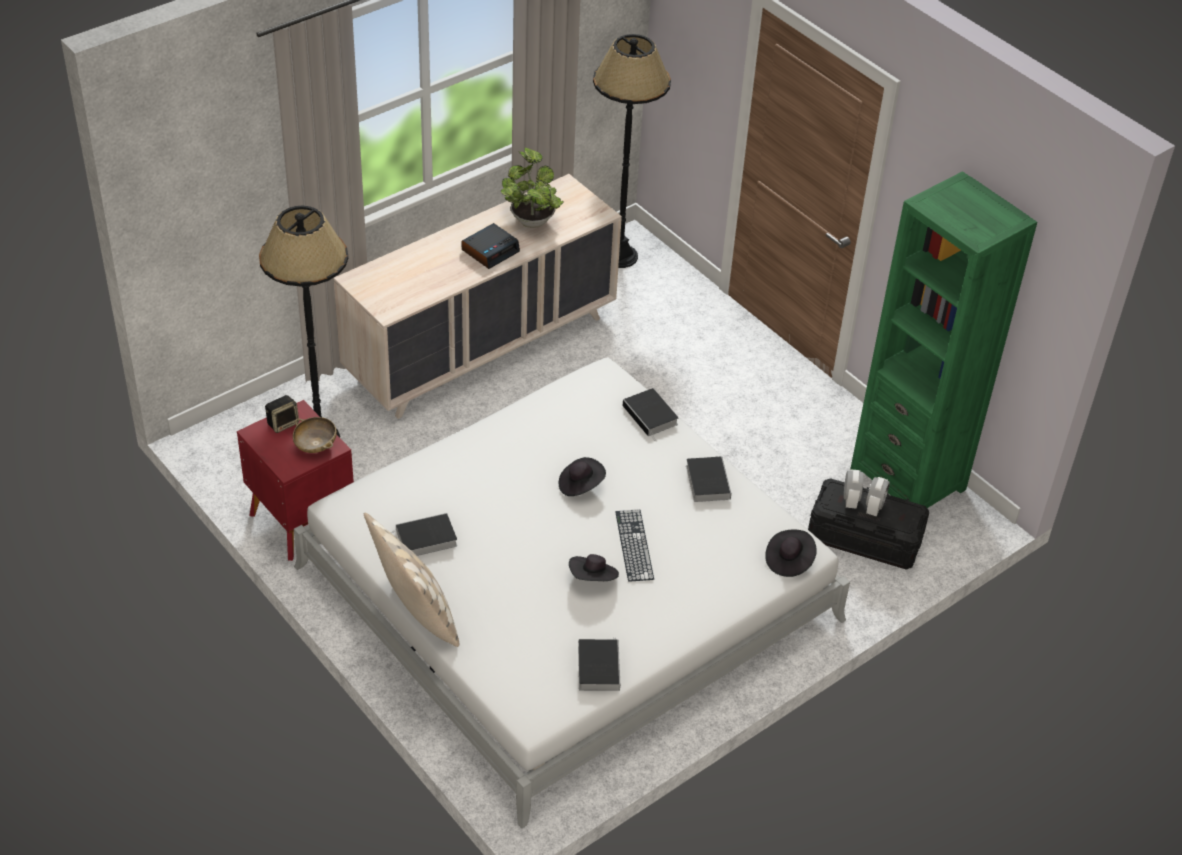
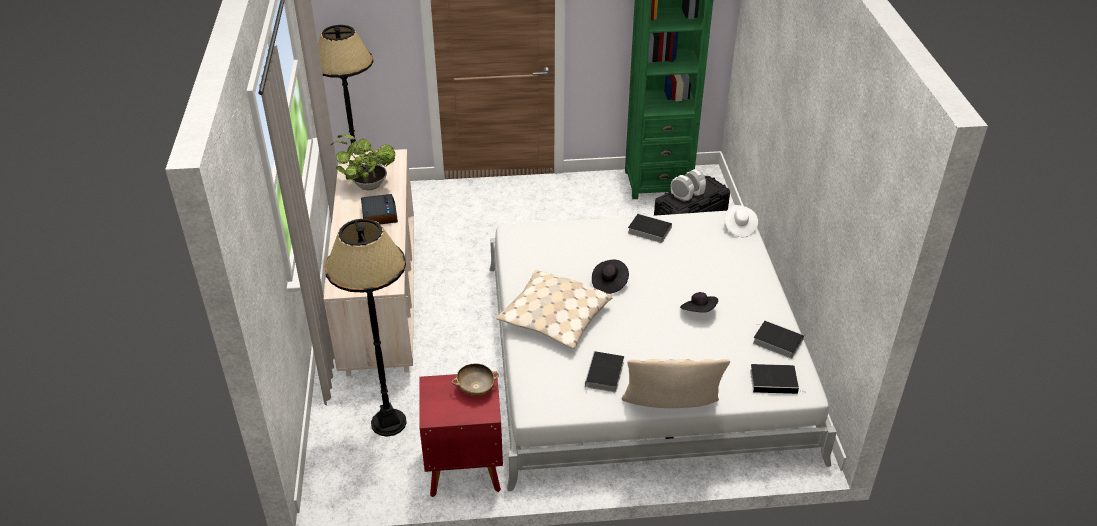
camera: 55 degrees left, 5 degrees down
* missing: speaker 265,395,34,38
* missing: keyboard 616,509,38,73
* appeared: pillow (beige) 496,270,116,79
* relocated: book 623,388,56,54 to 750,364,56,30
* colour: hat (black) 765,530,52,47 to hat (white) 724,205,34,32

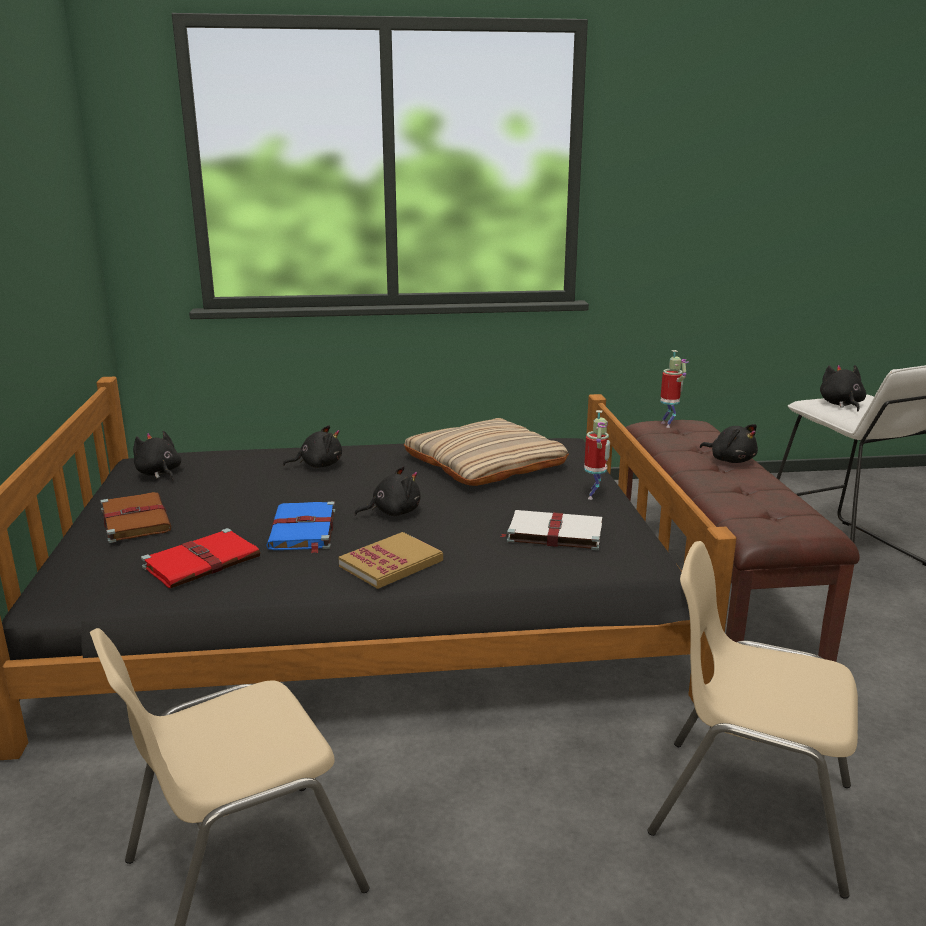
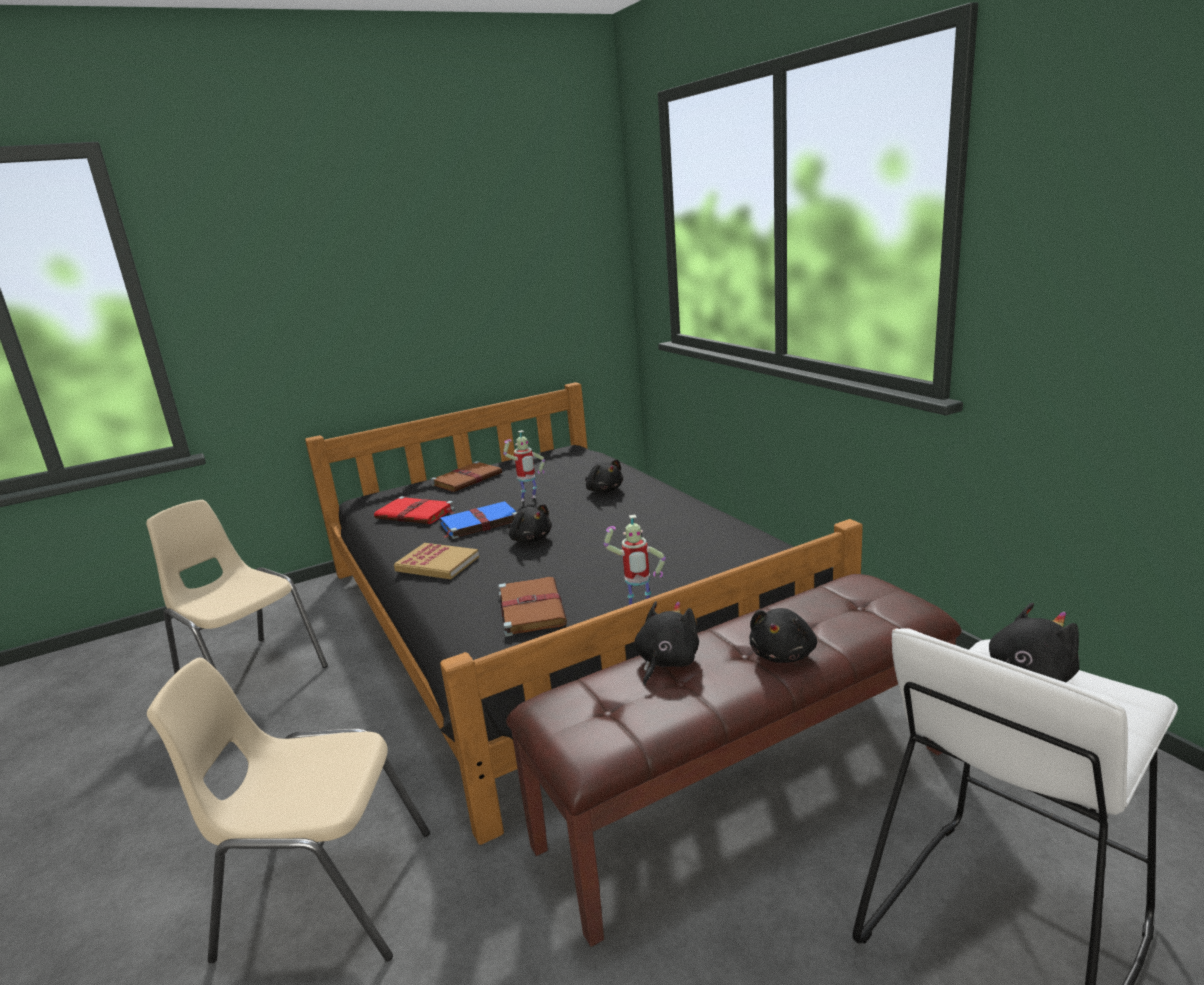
camera: 70 degrees right, 0 degrees up
* missing: pillow (beige) 404,418,165,68
* relocated: plush toy (black) 133,431,48,49 to 634,601,65,85
* relocated: toy robot 660,350,29,78 to 503,430,42,71
* colour: book (white) 500,510,102,40 to book (brown) 499,577,68,60
* spun: chair (beige) 648,541,210,358 = 147,658,283,305 90 degrees counterclockwise

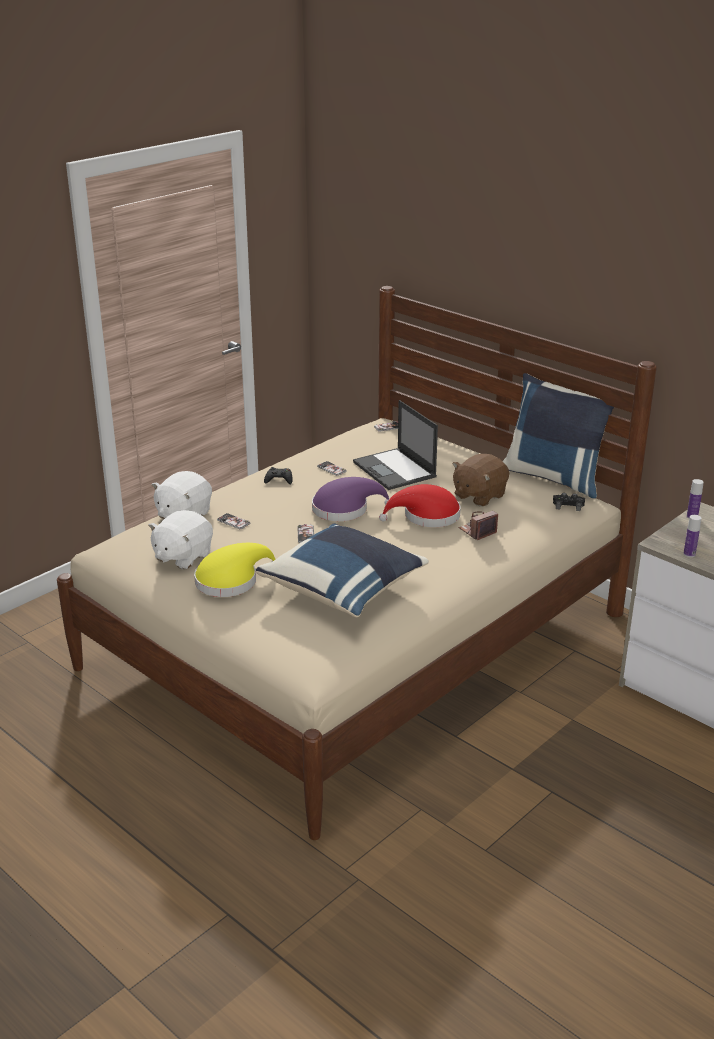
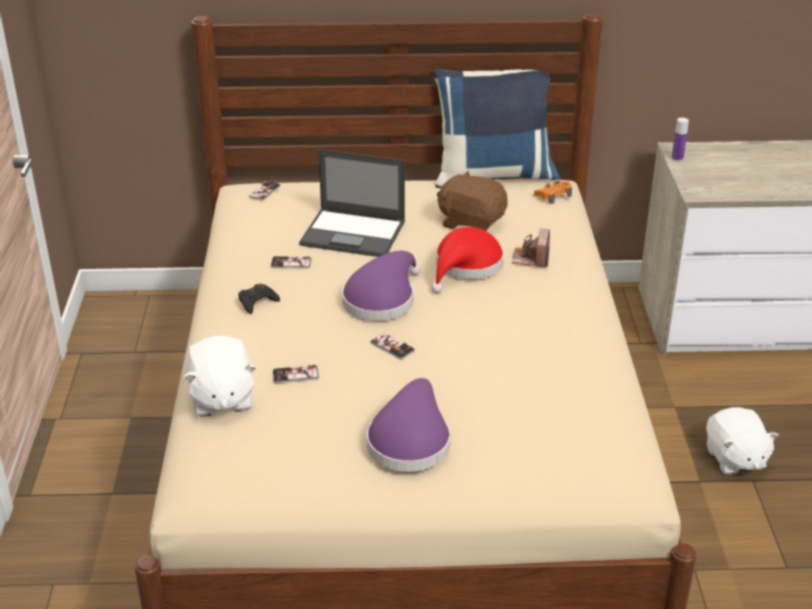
camera: 45 degrees left, 5 degrees up
* missing: pillow (blue) 256,523,173,94
* missing: bottle 683,515,18,42
* relocated: plush toy (white) 148,510,65,60 to 706,407,73,68
* colour: hat (yellow) 194,543,82,54 to hat (purple) 367,378,84,94
* colour: game controller (black) 553,493,32,18 to game controller (orange) 534,180,38,24
* spun: plush toy (brown) 452,454,57,53 = 437,171,71,60 120 degrees clockwise

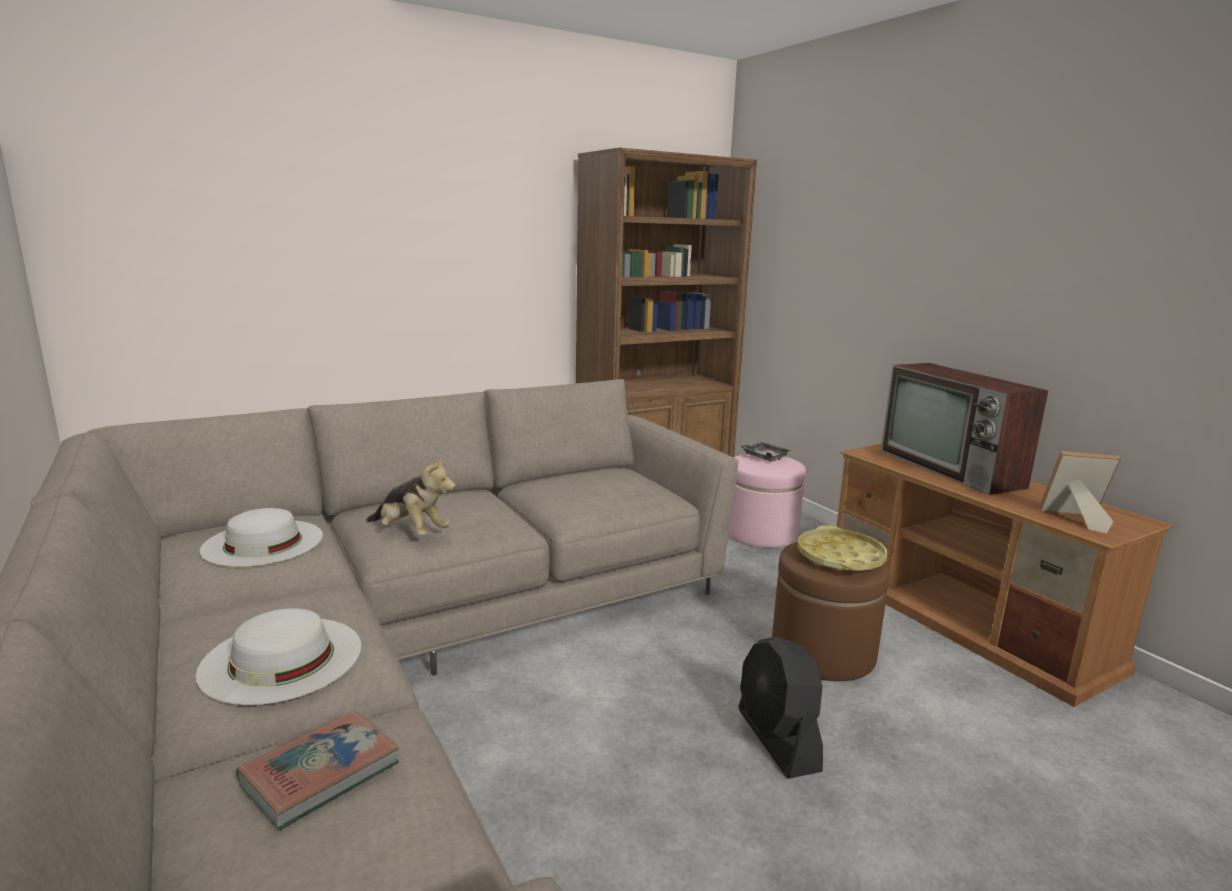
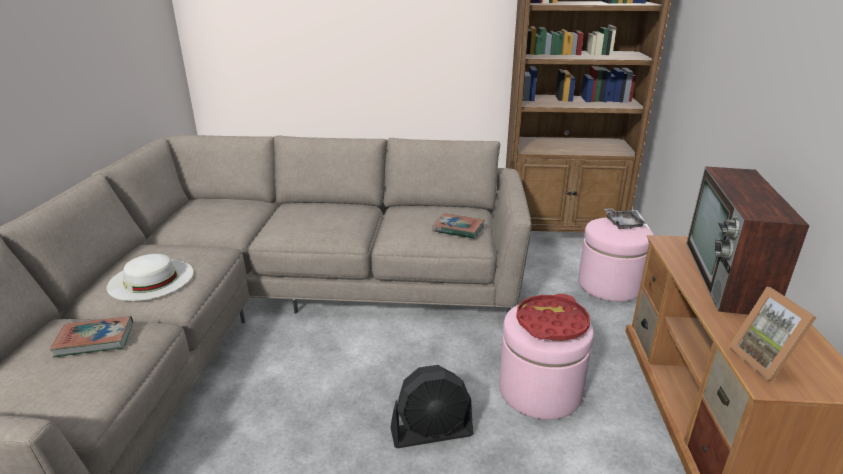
camera: 35 degrees right, 10 degrees up
* missing: hat (white) 200,508,123,59
* missing: plush toy 366,455,90,81
* appeared: book 432,213,52,26
* colour: ottoman (brown) 772,542,118,139 to ottoman (pink) 499,305,95,115
* colour: tray (yellow) 797,526,90,45 to tray (red) 516,294,74,47
* spun: fan (black) 738,637,85,142 = 390,365,84,83 120 degrees counterclockwise
* spun: picture frame 1039,451,82,82 = 728,287,89,94 150 degrees counterclockwise

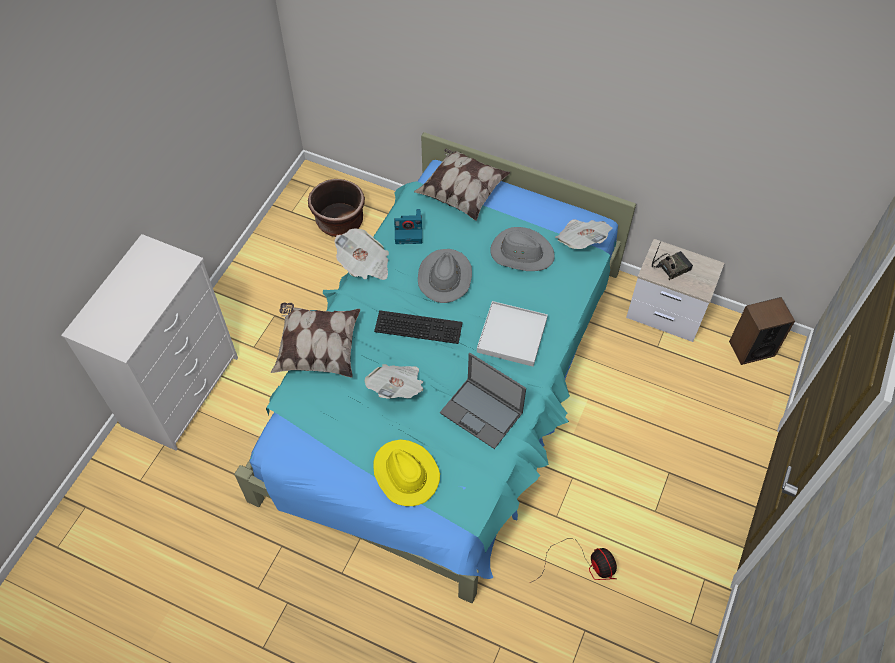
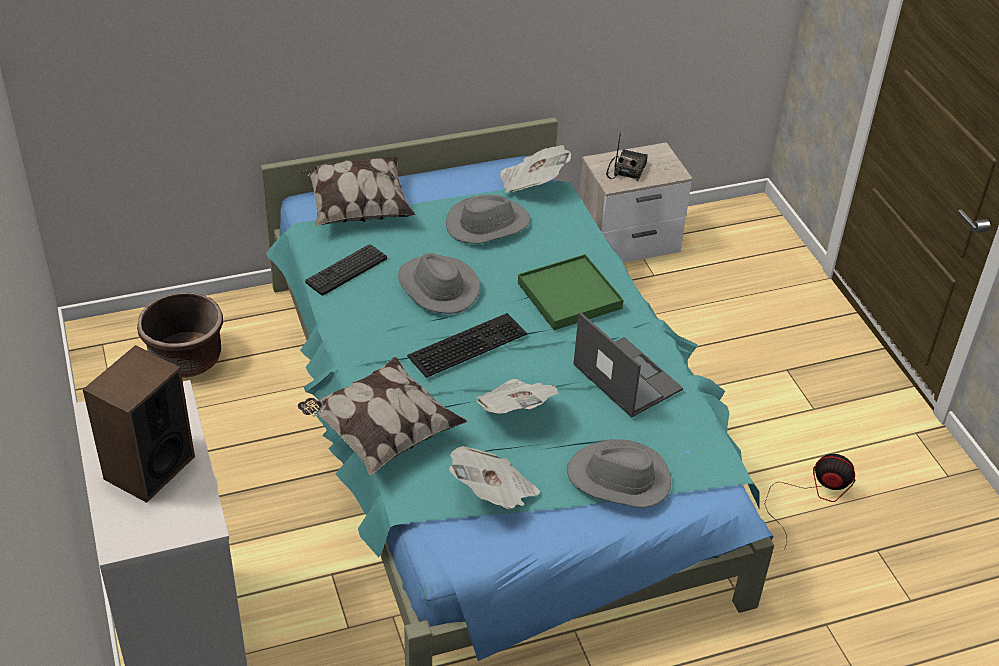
camera: 45 degrees left, 15 degrees down
* relocated: newspaper 334,229,55,51 to 448,446,92,63
* relocated: speaker 729,297,66,68 to 83,345,112,158
* exchanged: photo camera 394,209,28,35 to keyboard 305,244,82,52
* colour: hat (yellow) 373,440,67,66 to hat (grey) 567,439,104,69
* colour: tray (white) 477,301,71,66 to tray (green) 518,254,106,76
* spun: laptop 440,353,86,96 = 573,312,110,106 120 degrees counterclockwise

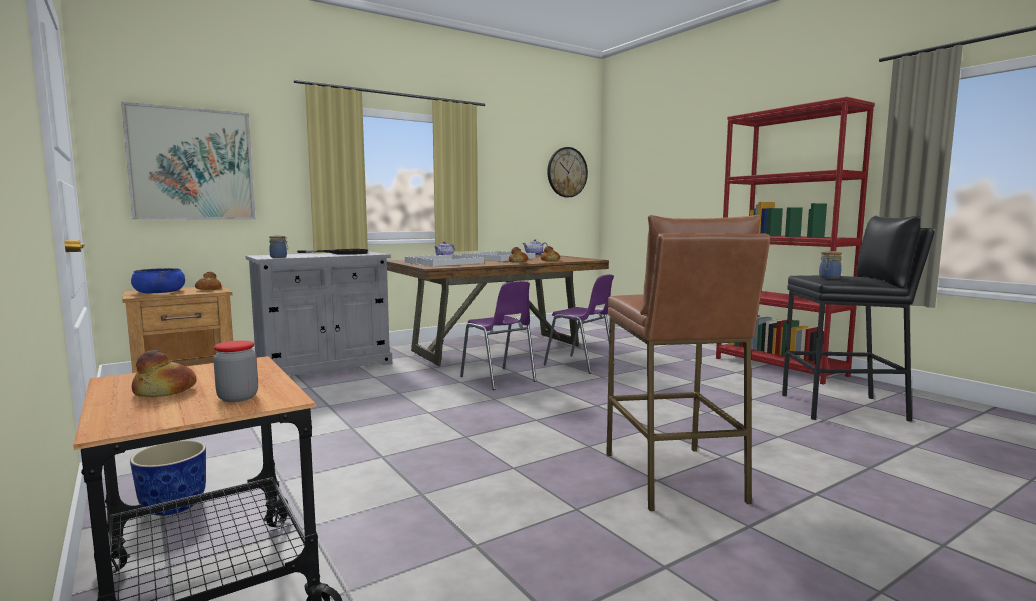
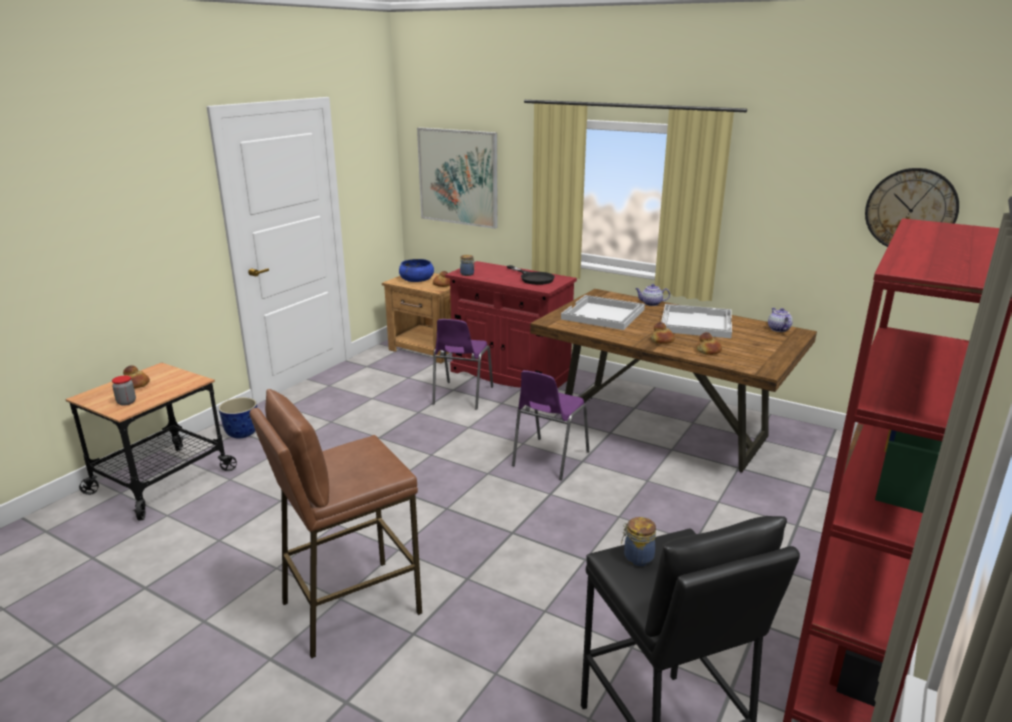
camera: 65 degrees right, 15 degrees up
* relocated: chair (purple) 544,274,71,100 to 432,319,61,91
* colour: cabinet (grey) 246,251,146,124 to cabinet (red) 445,261,132,127

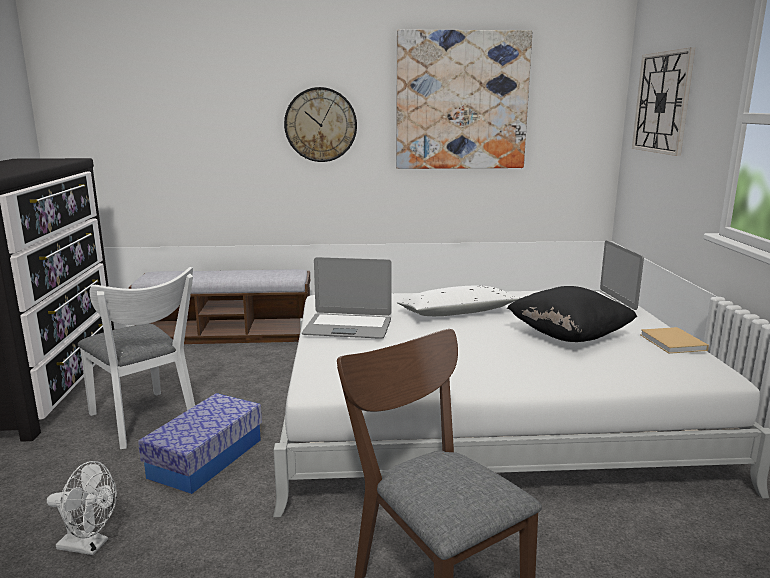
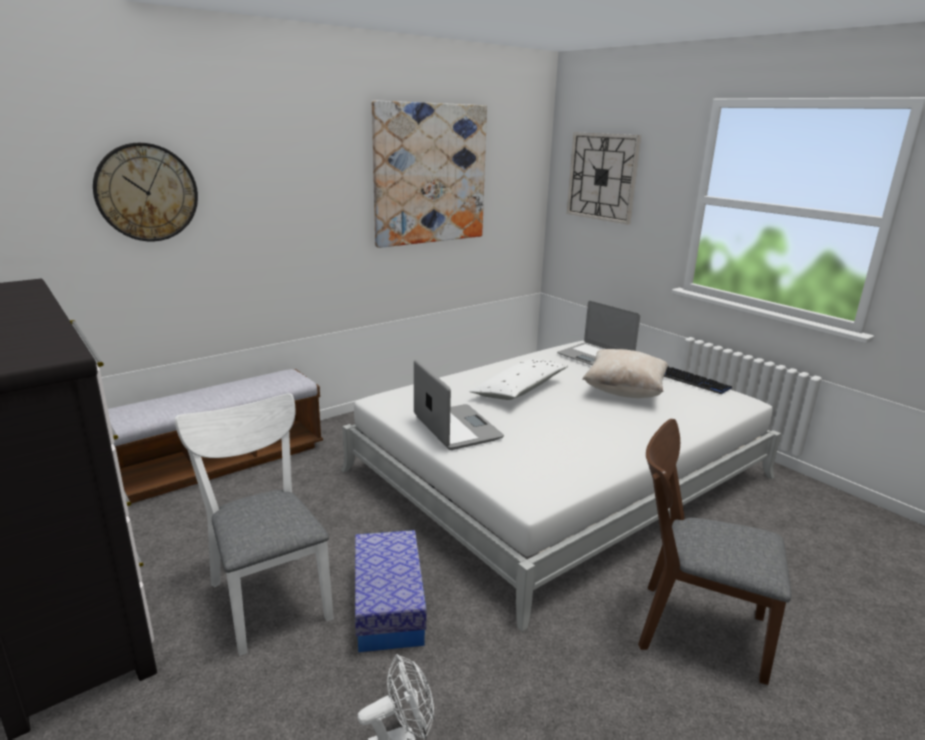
camera: 35 degrees left, 5 degrees up
* relocated: wall clock 284,87,73,75 to 93,143,105,99
* exchanged: book (beige) 640,327,69,27 to keyboard 664,366,68,28
* colour: pillow (black) 507,286,130,56 to pillow (beige) 582,349,86,49
* spun: chair (white) 78,267,117,182 = 175,393,159,263 135 degrees counterclockwise
* spun: laptop 302,257,90,82 = 414,360,90,90 90 degrees counterclockwise

